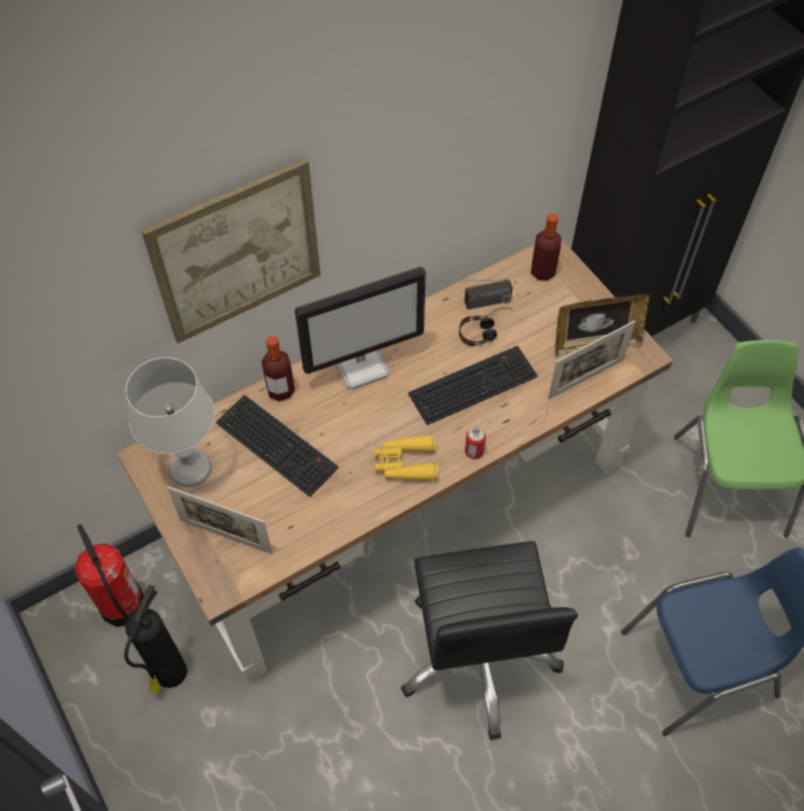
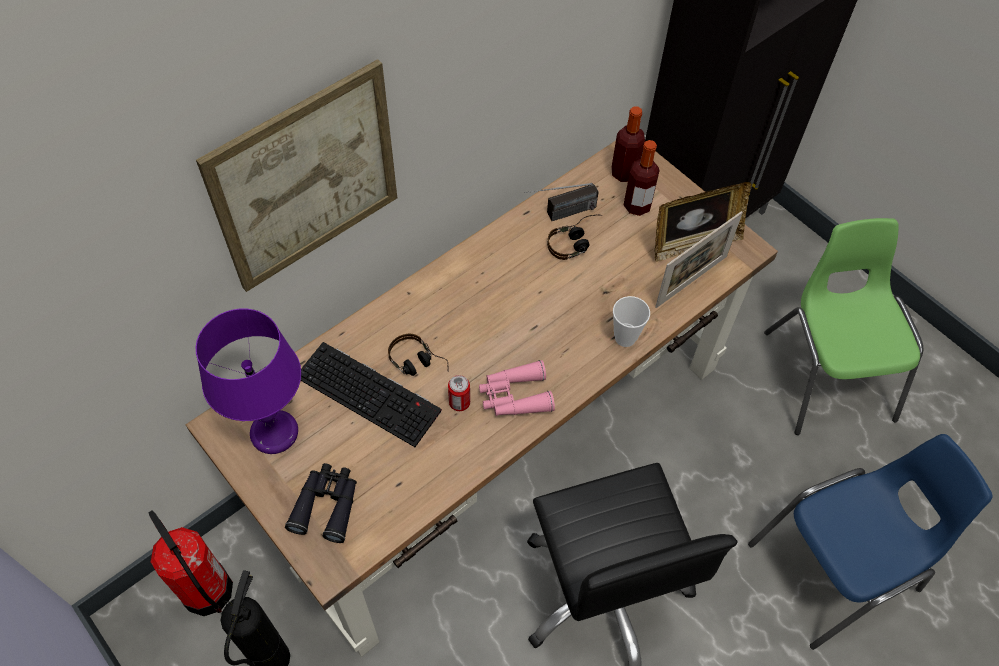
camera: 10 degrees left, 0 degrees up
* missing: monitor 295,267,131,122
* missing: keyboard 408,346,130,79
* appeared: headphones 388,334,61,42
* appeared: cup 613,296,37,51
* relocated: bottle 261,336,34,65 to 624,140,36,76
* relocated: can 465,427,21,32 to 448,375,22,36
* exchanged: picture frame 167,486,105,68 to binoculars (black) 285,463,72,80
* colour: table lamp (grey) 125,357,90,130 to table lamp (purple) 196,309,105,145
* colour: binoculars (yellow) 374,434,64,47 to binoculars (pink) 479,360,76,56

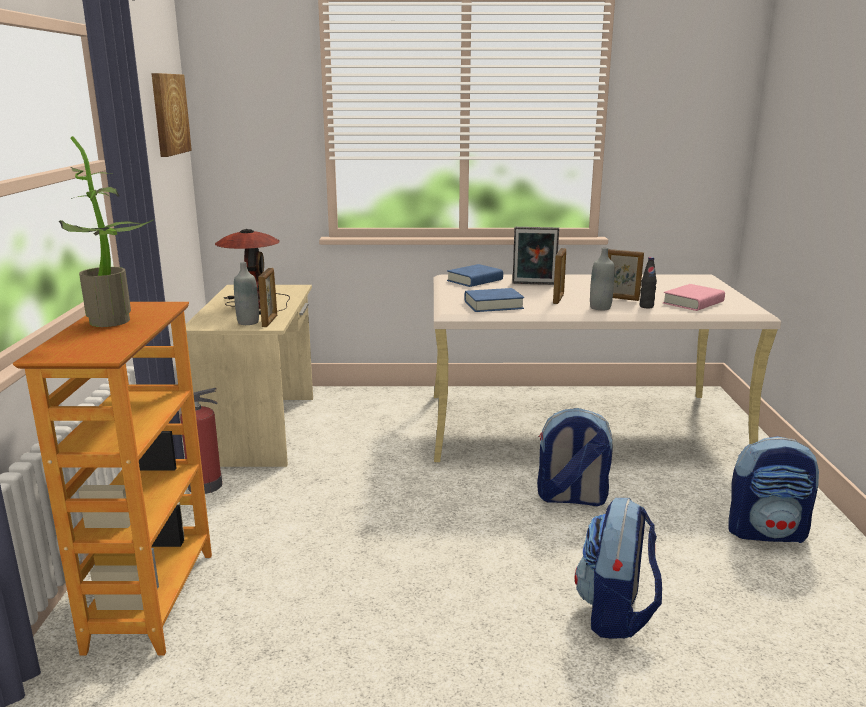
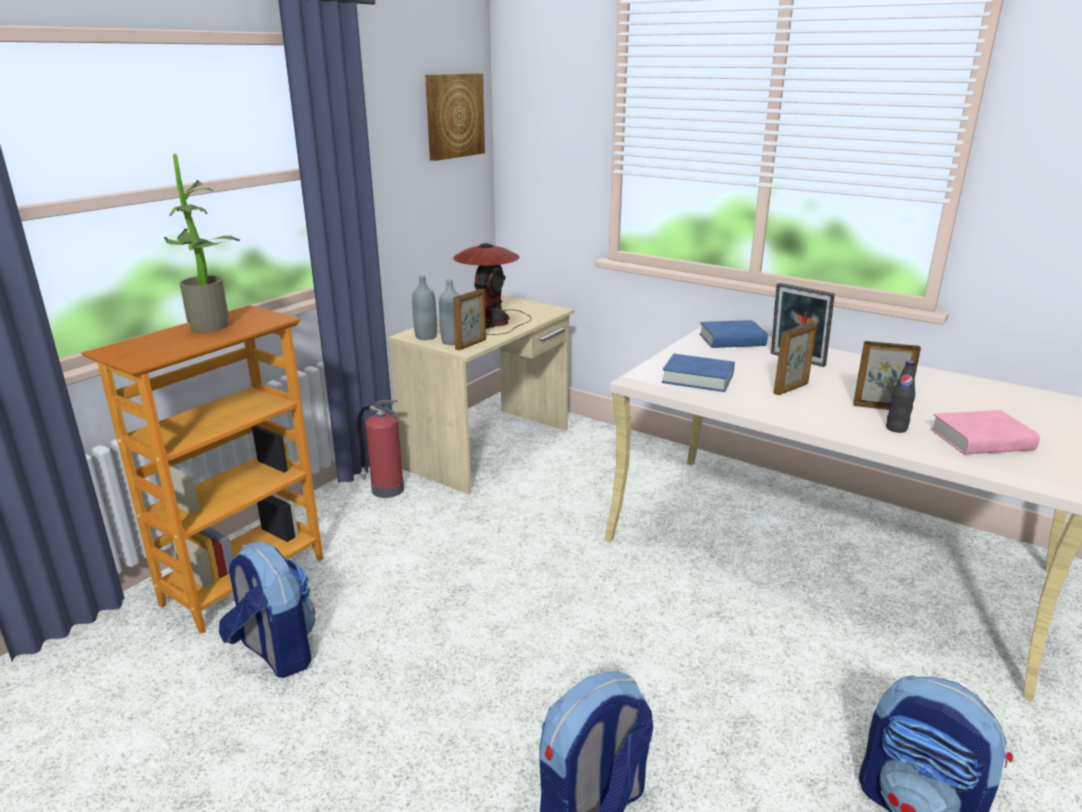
camera: 35 degrees right, 5 degrees up
* relocated: backpack 537,408,76,98 to 219,542,97,136
* relocated: bottle (grey) 590,247,25,63 to 412,275,25,65
* spun: picture frame 608,249,36,52 = 853,341,68,69 135 degrees clockwise

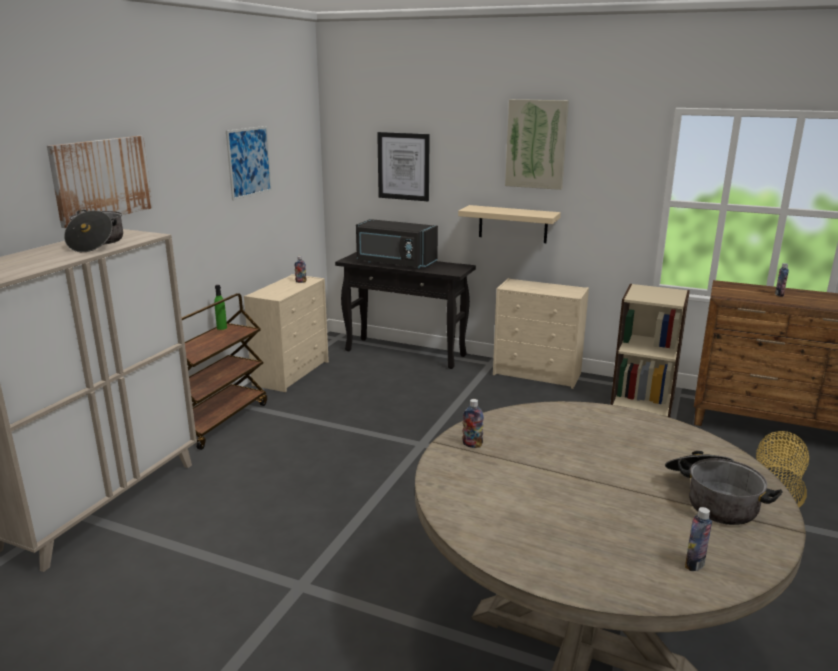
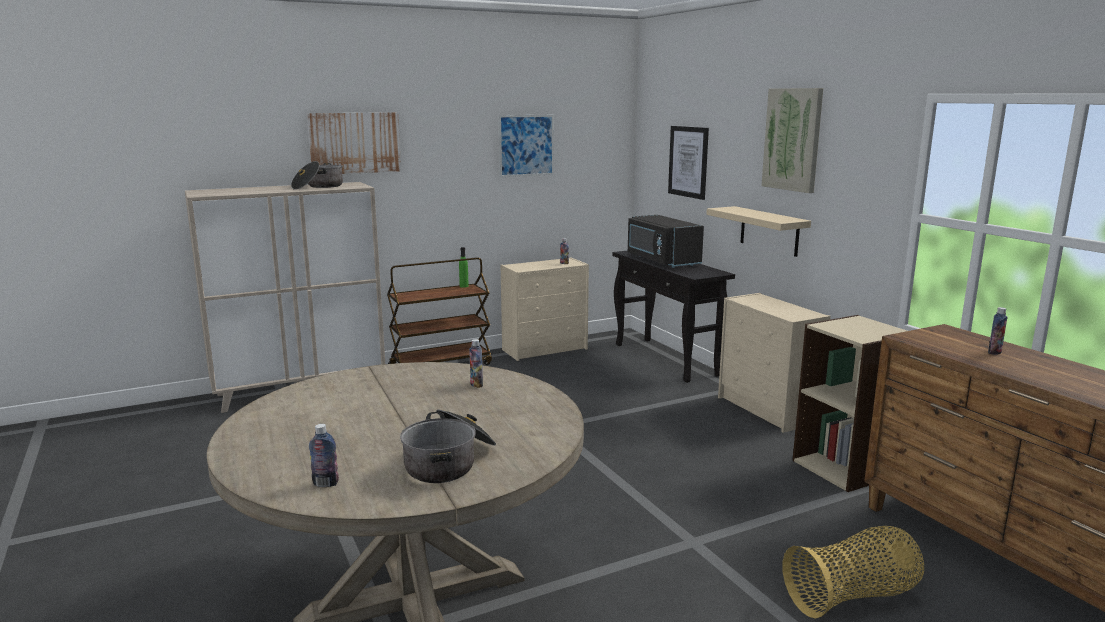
camera: 40 degrees right, 5 degrees down
* relocated: bottle 462,399,22,49 to 469,339,14,49

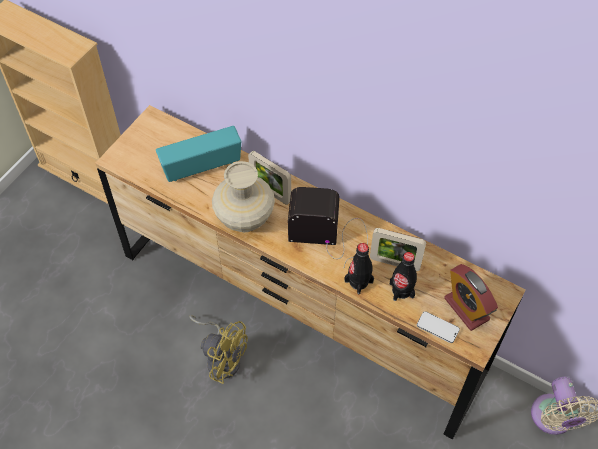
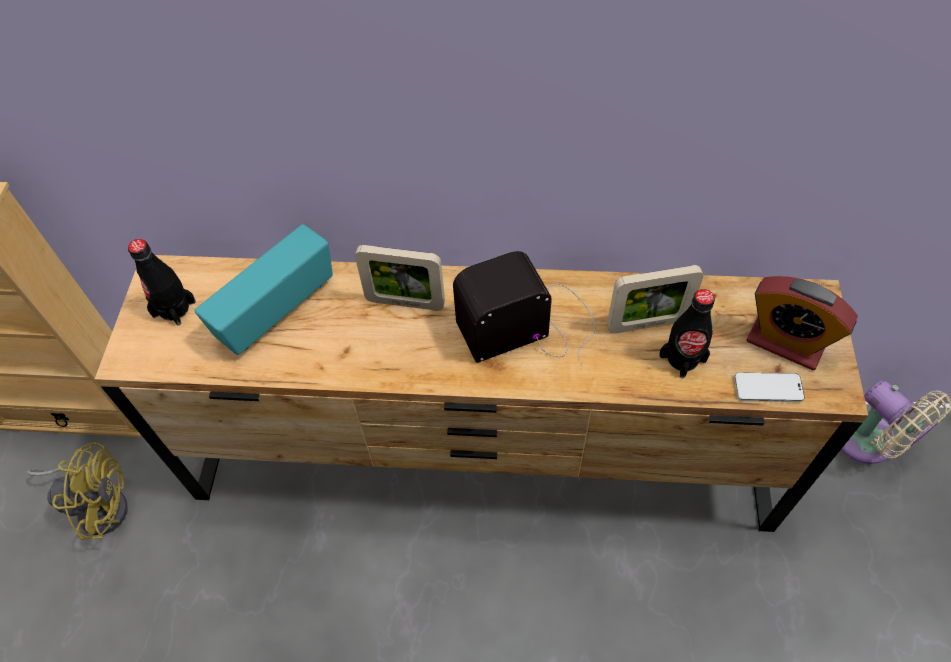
camera: 25 degrees left, 0 degrees up
* missing: vase (beige) 212,161,63,71
* relocated: fan (yellow) 189,315,59,69 to 27,443,101,97
* relocated: bottle (black) 344,243,30,51 to 128,239,68,87

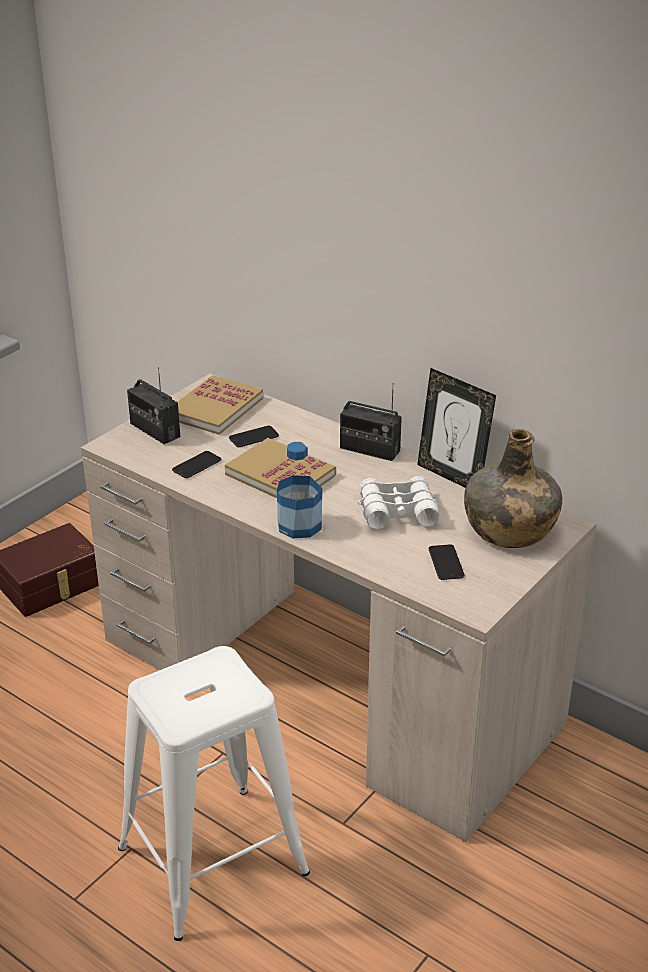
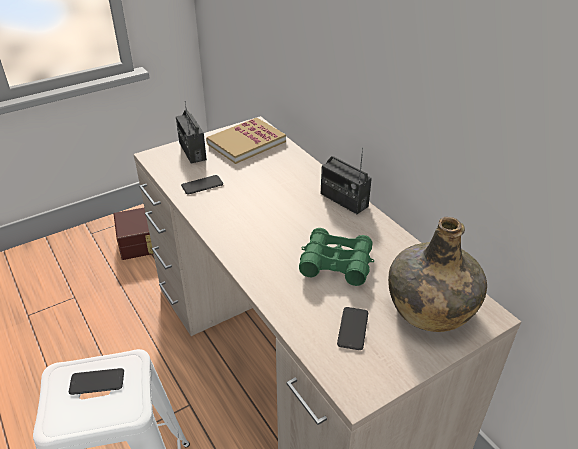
camera: 20 degrees right, 5 degrees up
* missing: book 225,438,111,60
* missing: bottle 277,442,45,96
* missing: picture frame 417,368,79,120
* relocated: phone 229,426,50,21 to 69,368,55,27
* colour: binoculars (white) 358,476,82,53 to binoculars (green) 299,228,75,58

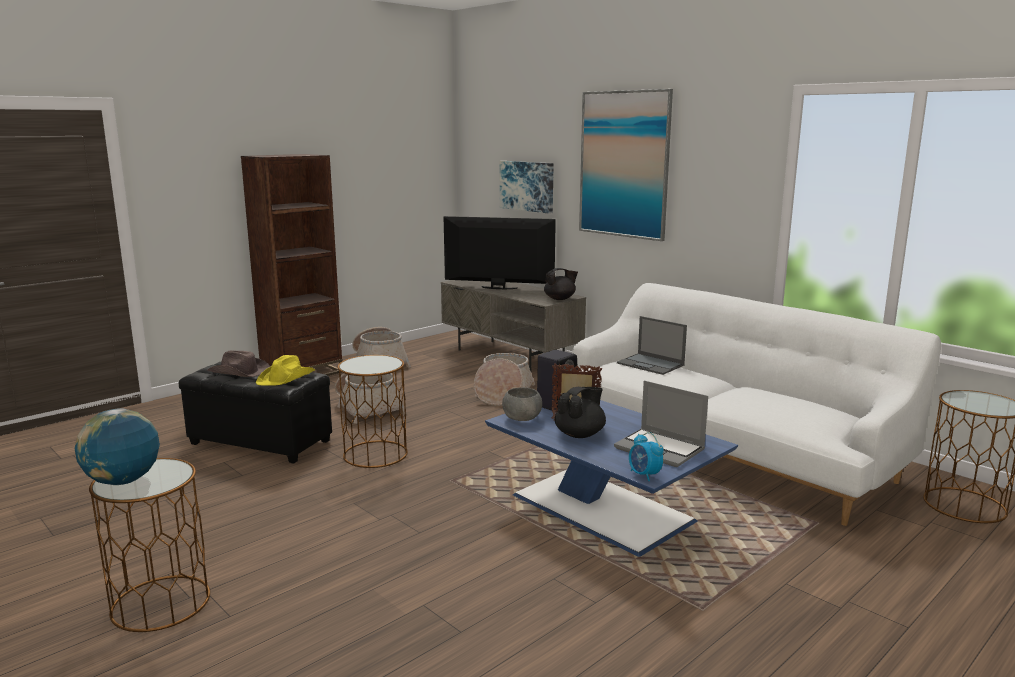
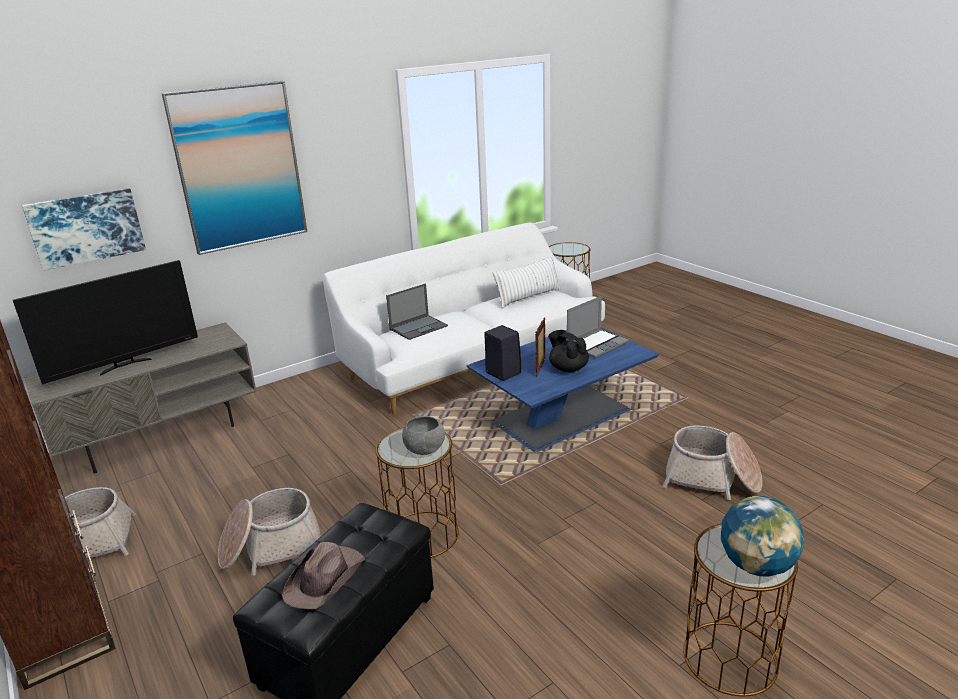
camera: 80 degrees left, 10 degrees up
* missing: hat (yellow) 256,355,59,31
* missing: teapot (black) 544,268,34,32
* missing: alarm clock 629,432,35,49
* appeared: pillow (white) 492,255,69,53
* relocated: basket 474,353,61,53 to 663,426,100,74
* relocated: bowl (grey) 502,387,40,34 to 402,416,43,39
* spun: television 444,216,112,73 = 13,260,185,125 150 degrees counterclockwise

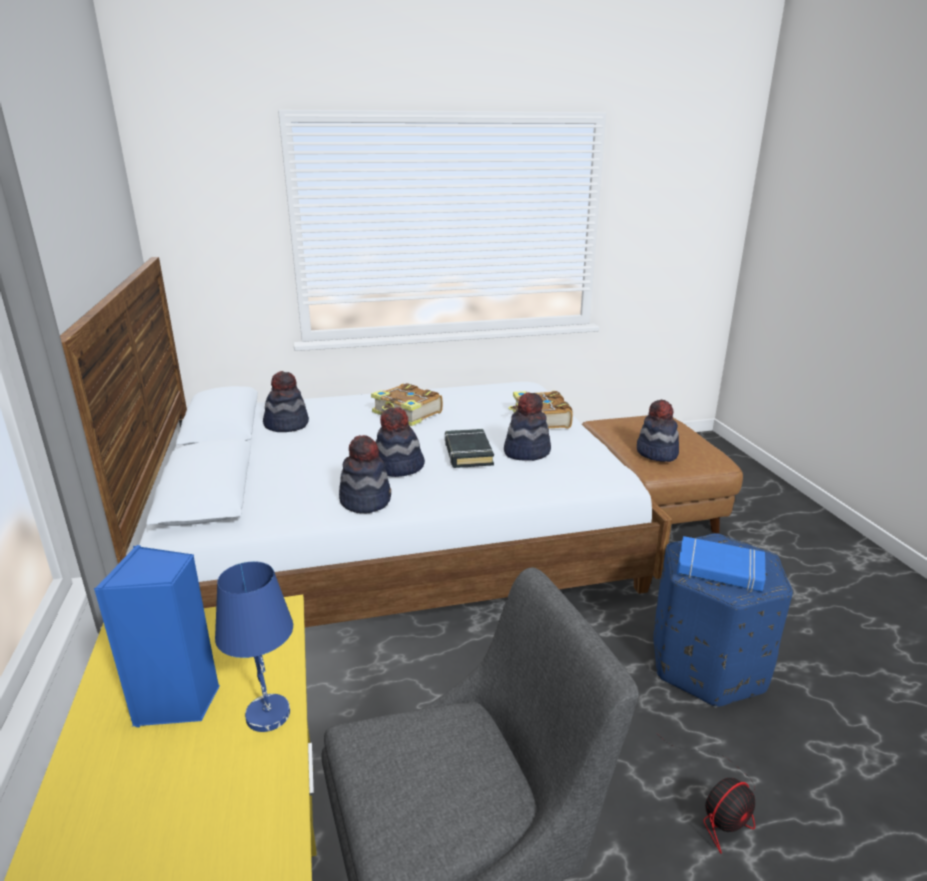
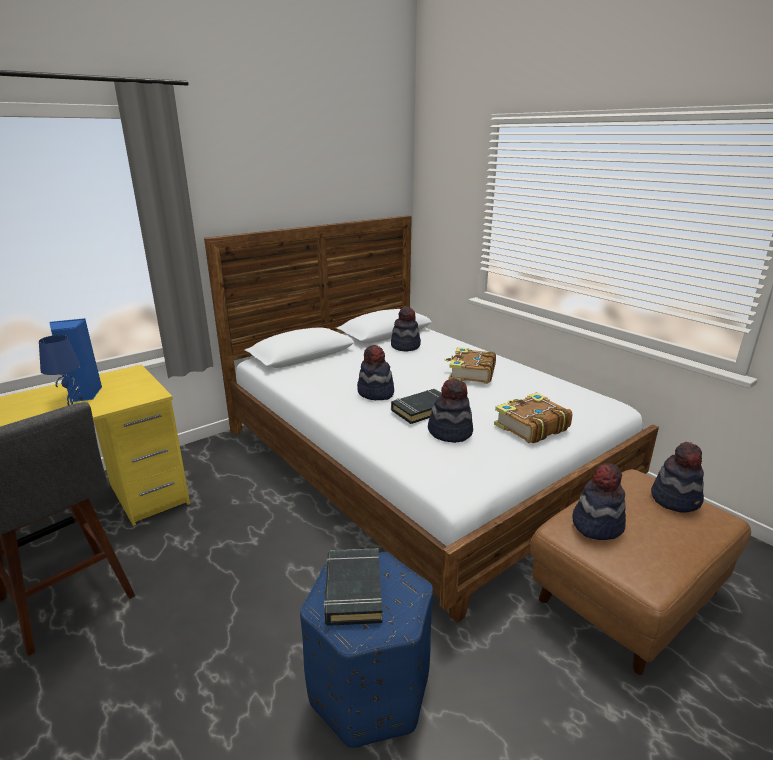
camera: 65 degrees right, 0 degrees up
* missing: fan 659,735,96,119
* relocated: hat 339,435,52,79 to 651,442,53,71
* colour: book (blue) 677,536,89,56 to book (black) 324,548,59,78

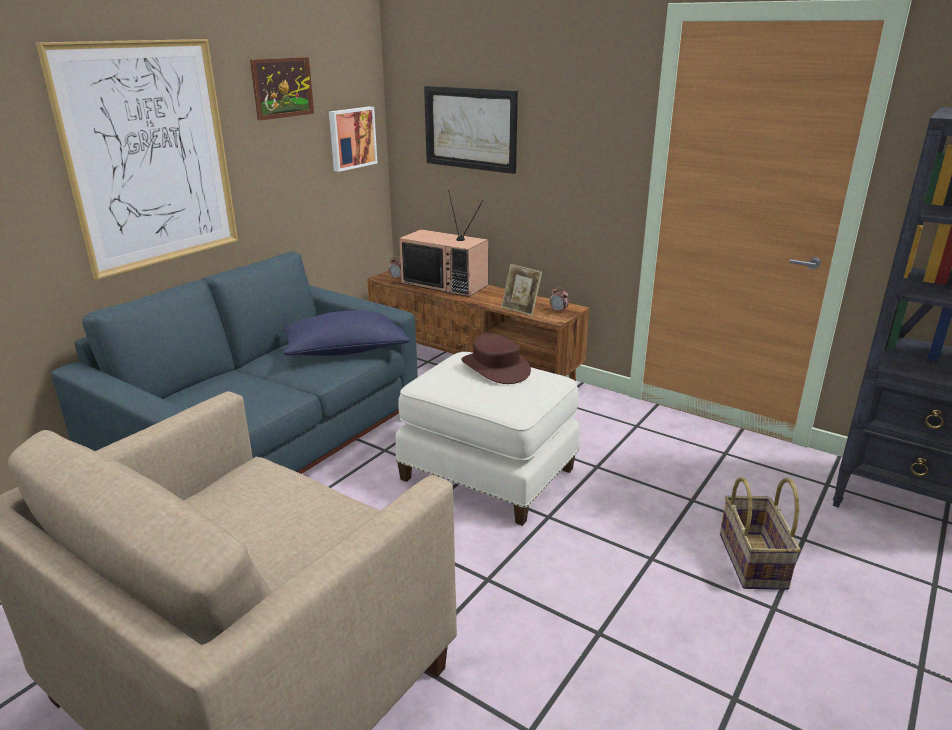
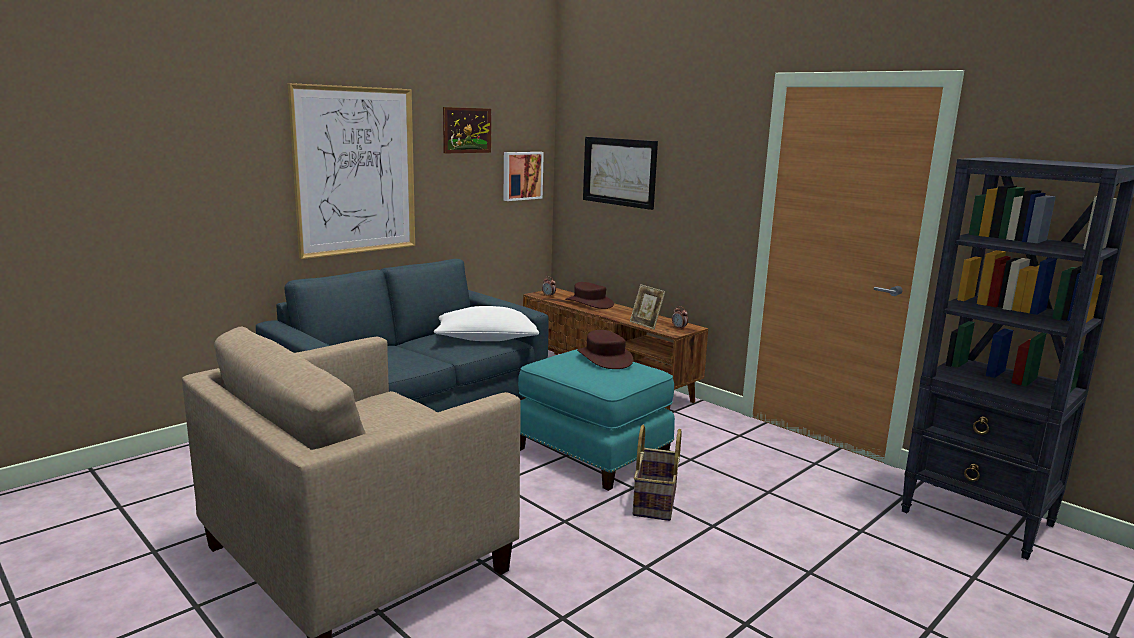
camera: 10 degrees right, 10 degrees down
* relocated: basket 720,477,80,113 to 633,425,49,96
* exchanged: television 399,190,89,107 to hat (brown) 565,282,49,27
* colour: pillow (blue) 283,310,127,46 to pillow (white) 434,306,105,35
* colour: ottoman (white) 395,352,184,174 to ottoman (turquoise) 518,349,157,142

